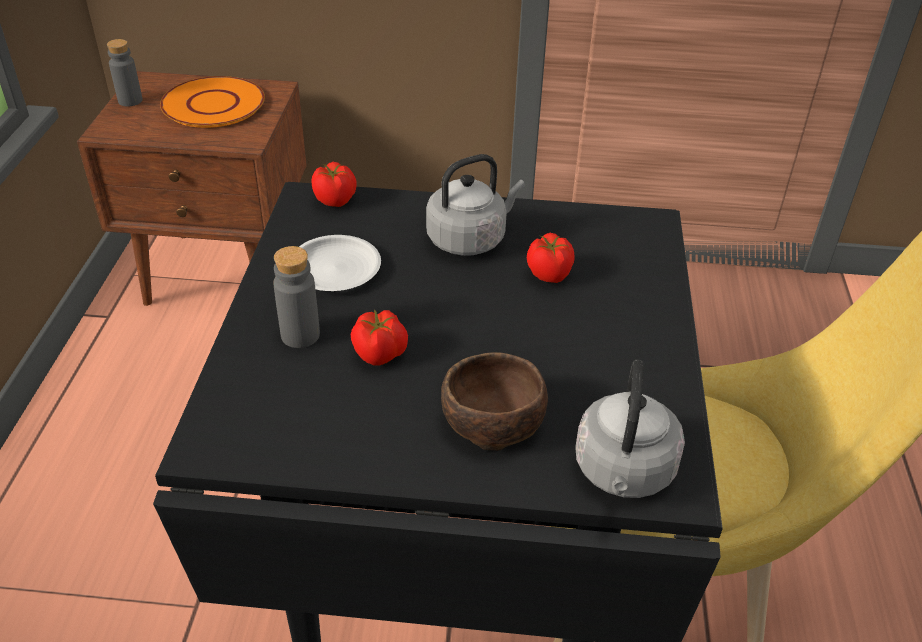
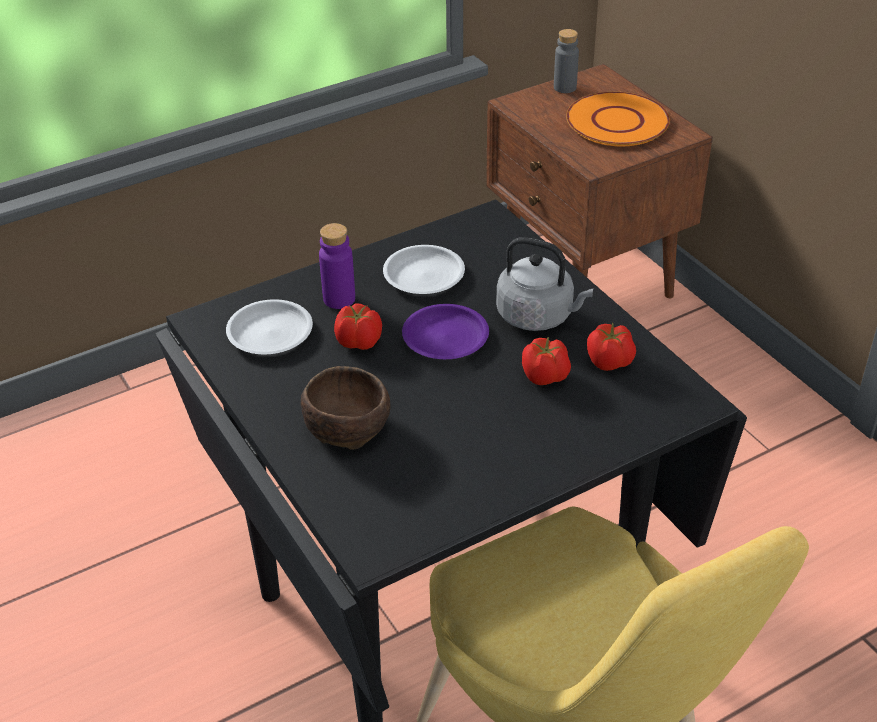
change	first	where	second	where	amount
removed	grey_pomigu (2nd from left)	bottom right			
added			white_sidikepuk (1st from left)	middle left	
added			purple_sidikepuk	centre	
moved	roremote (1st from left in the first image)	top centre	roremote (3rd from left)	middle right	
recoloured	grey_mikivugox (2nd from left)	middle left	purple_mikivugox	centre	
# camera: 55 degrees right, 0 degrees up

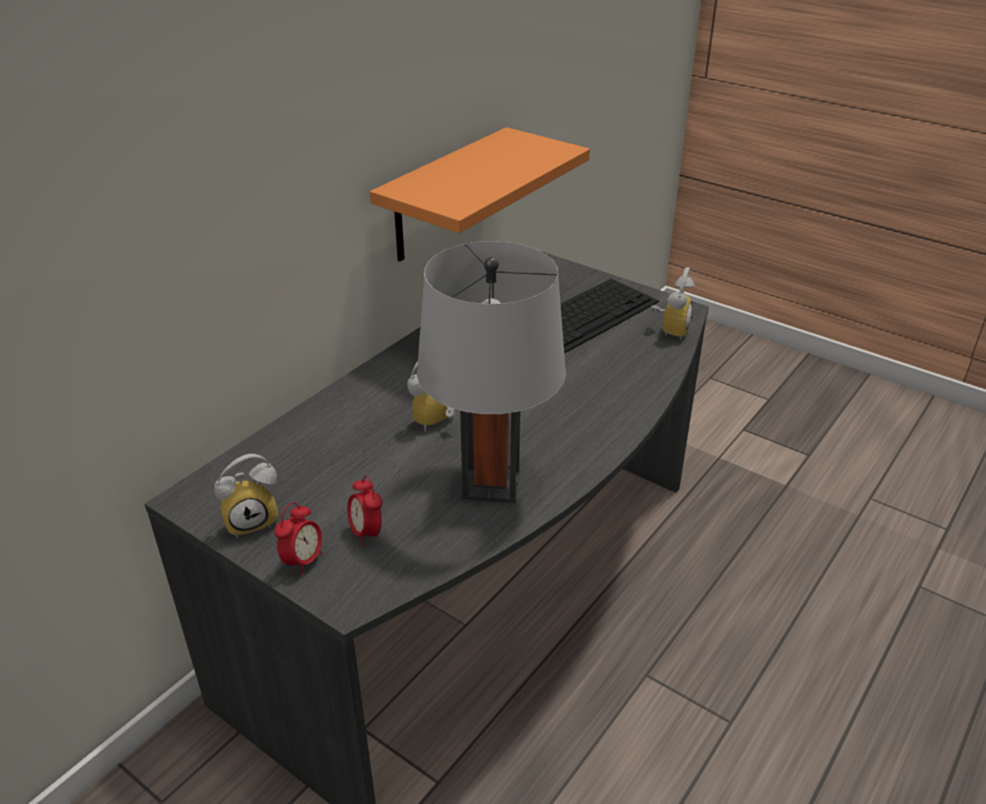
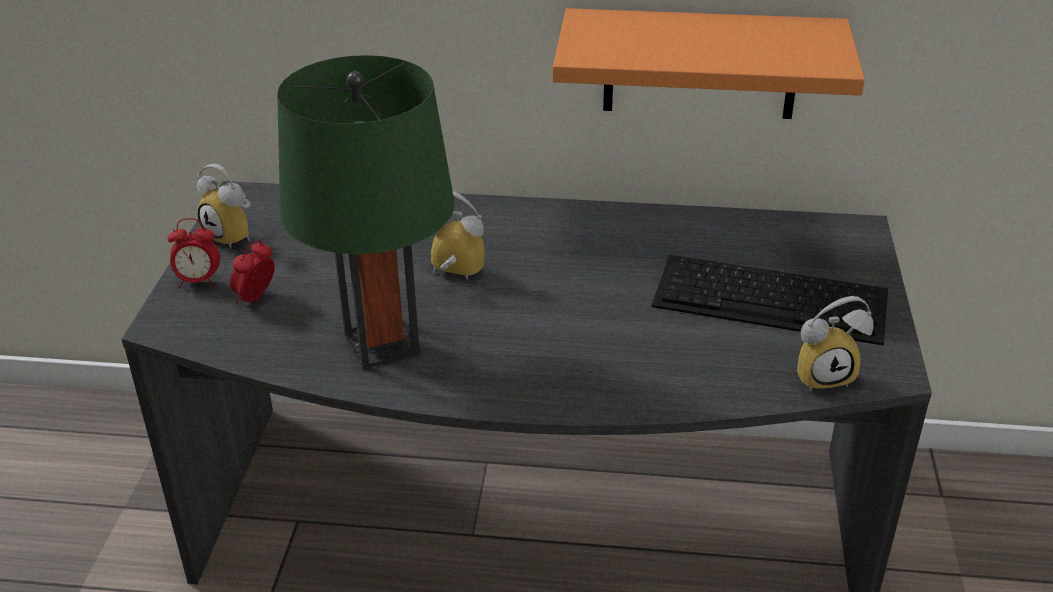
change	first	where	second	where	amount
recoloured	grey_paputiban	centre	green_paputiban	centre	
# camera: 60 degrees right, 0 degrees up

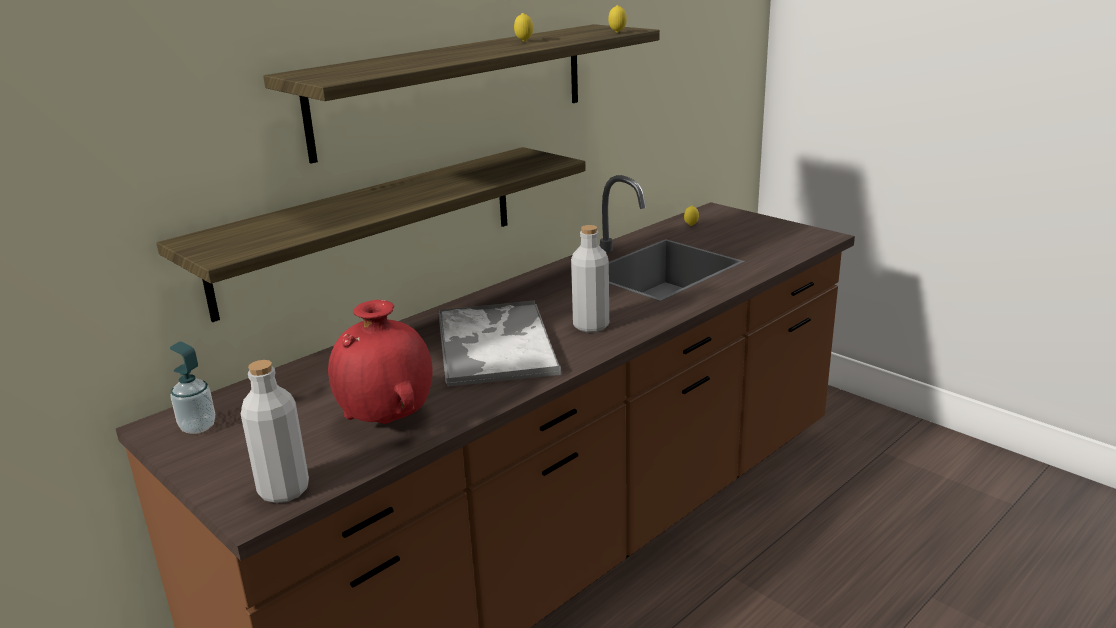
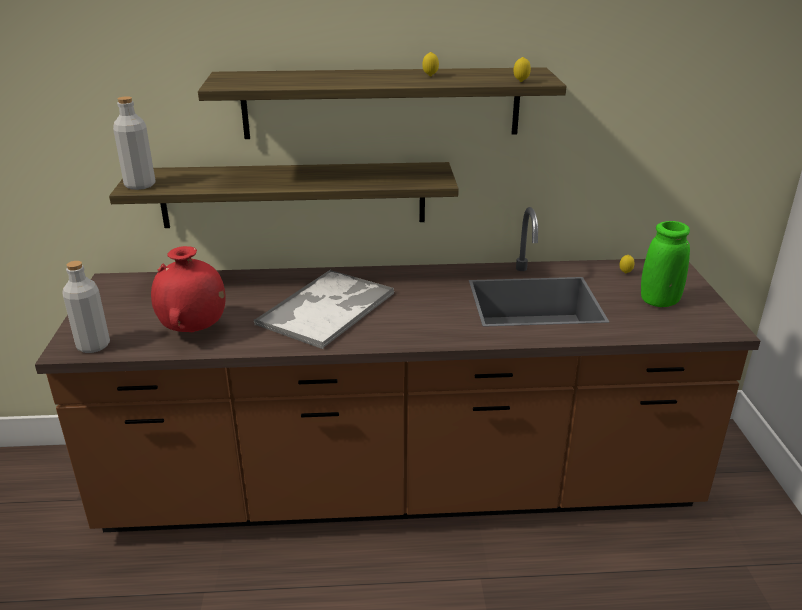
change	first	where	second	where	amount
removed	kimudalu	middle left			
added			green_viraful	middle right	
moved	grey_mikivugox (2nd from left)	centre		top left	
# camera: 40 degrees right, 5 degrees up

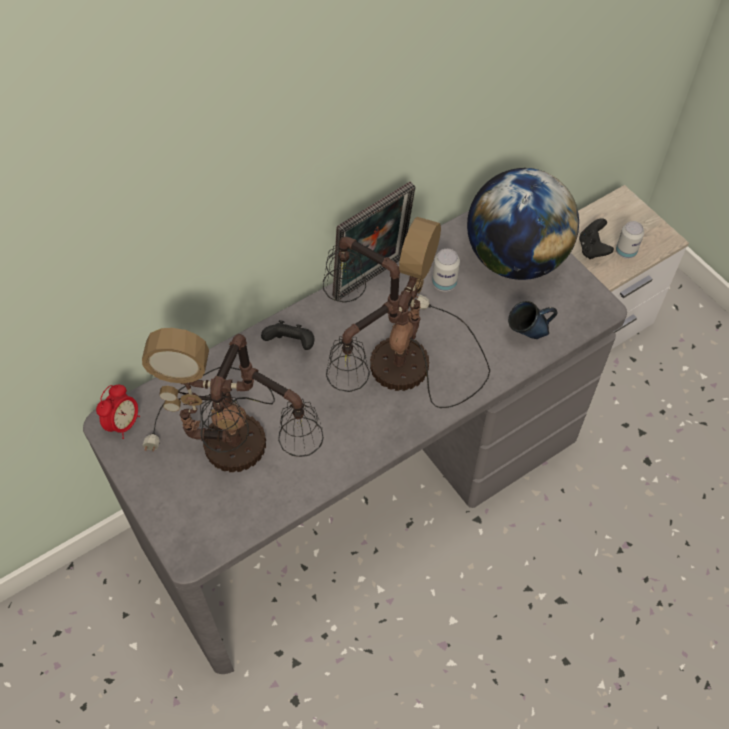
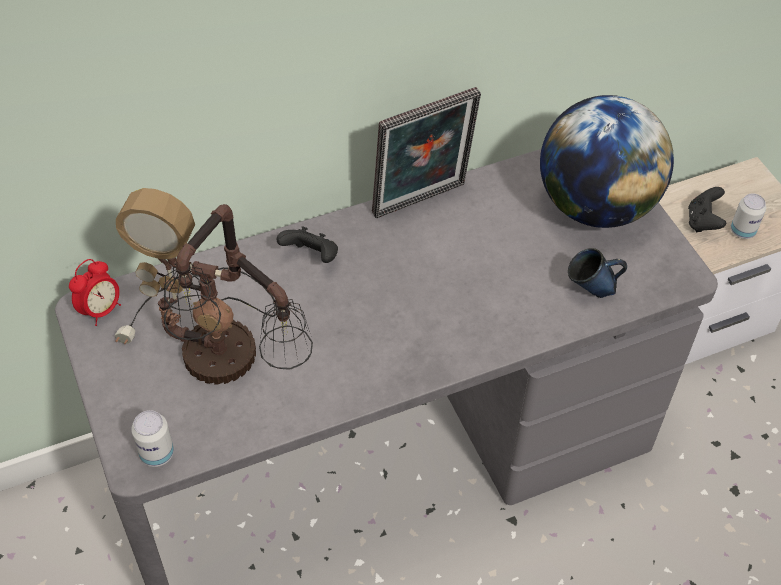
change	first	where	second	where	amount
removed	paputiban (2nd from left)	centre			
moved	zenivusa (1st from left)	centre		bottom left	
# camera: 10 degrees right, 5 degrees down

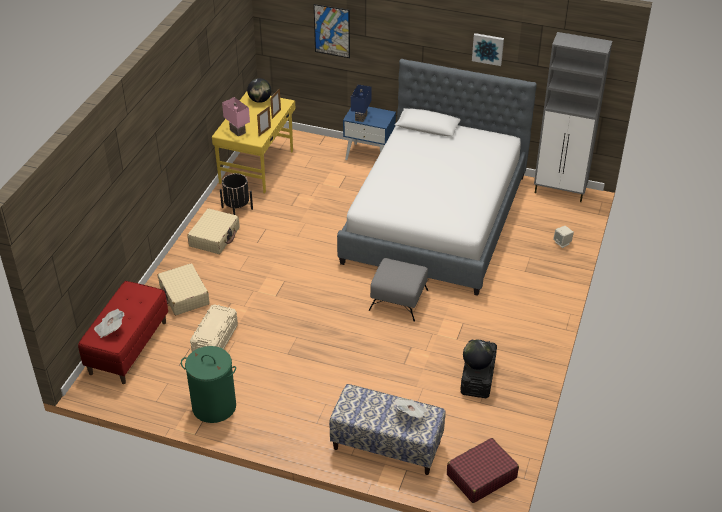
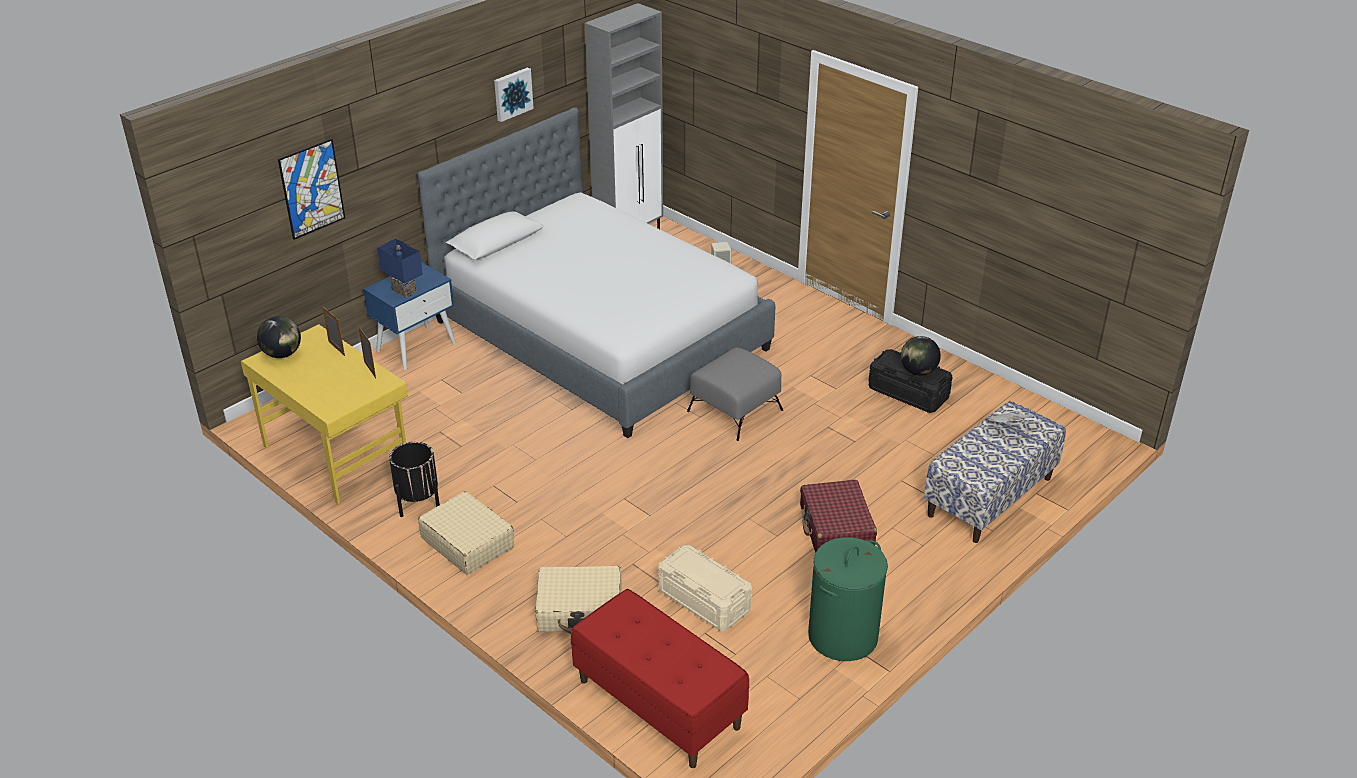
change	first	where	second	where	amount
removed	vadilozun (1st from left)	middle left			
removed	pink_paputiban	top left			
moved	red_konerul	bottom right		centre	
# camera: 65 degrees left, 5 degrees down

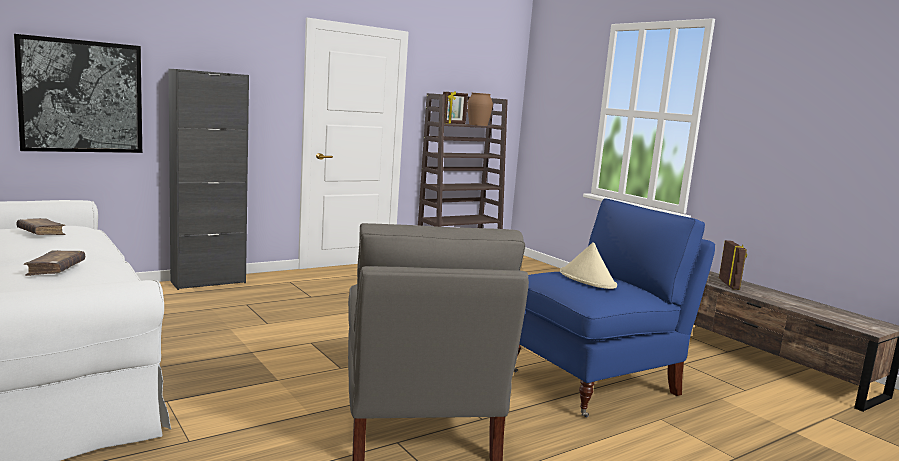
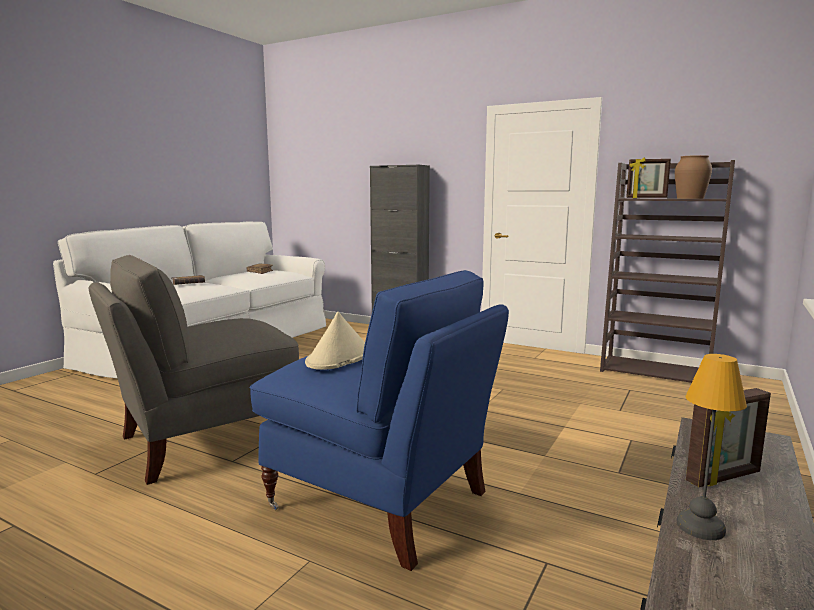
change	first	where	second	where	amount
removed	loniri	top left			
added			paputiban	bottom right	
# camera: 65 degrees right, 0 degrees up

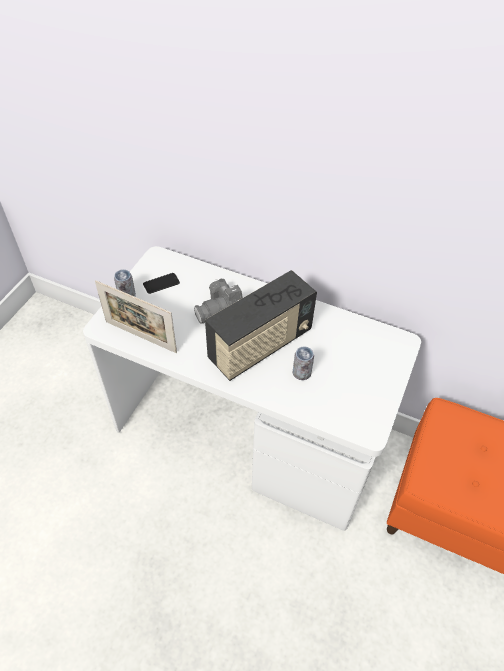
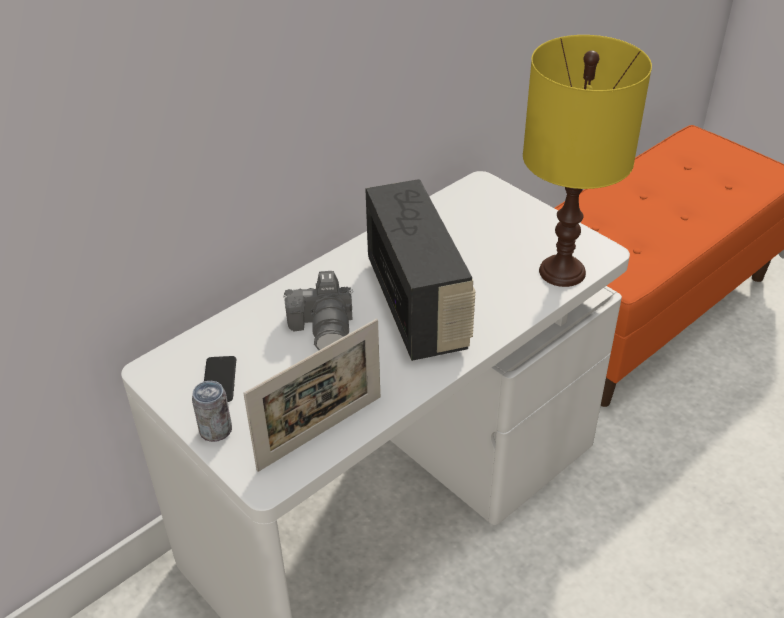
change	first	where	second	where	amount
removed	zenivusa (2nd from left)	centre			
added			yellow_paputiban	top right	
# camera: 65 degrees left, 10 degrees down

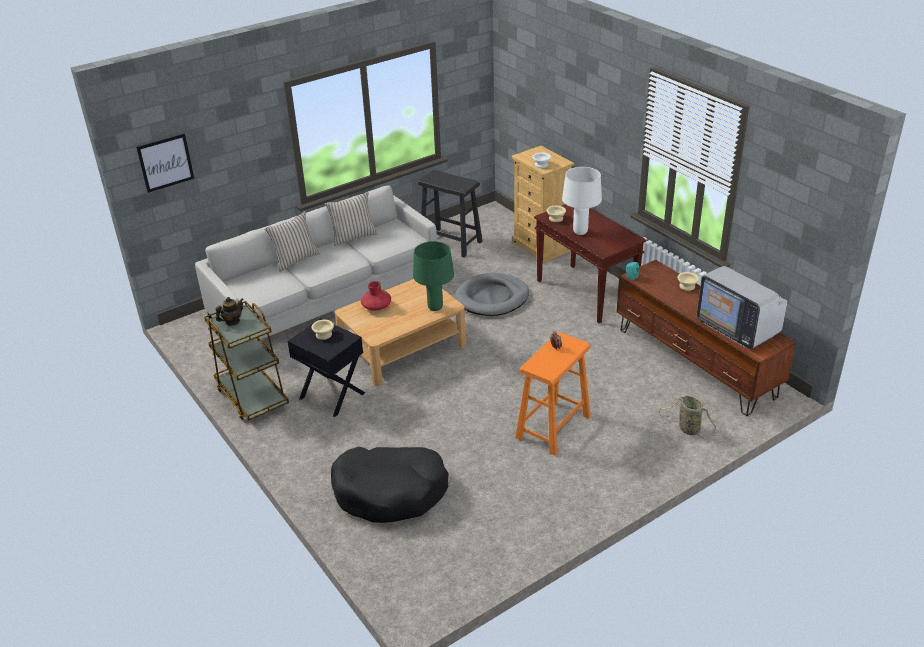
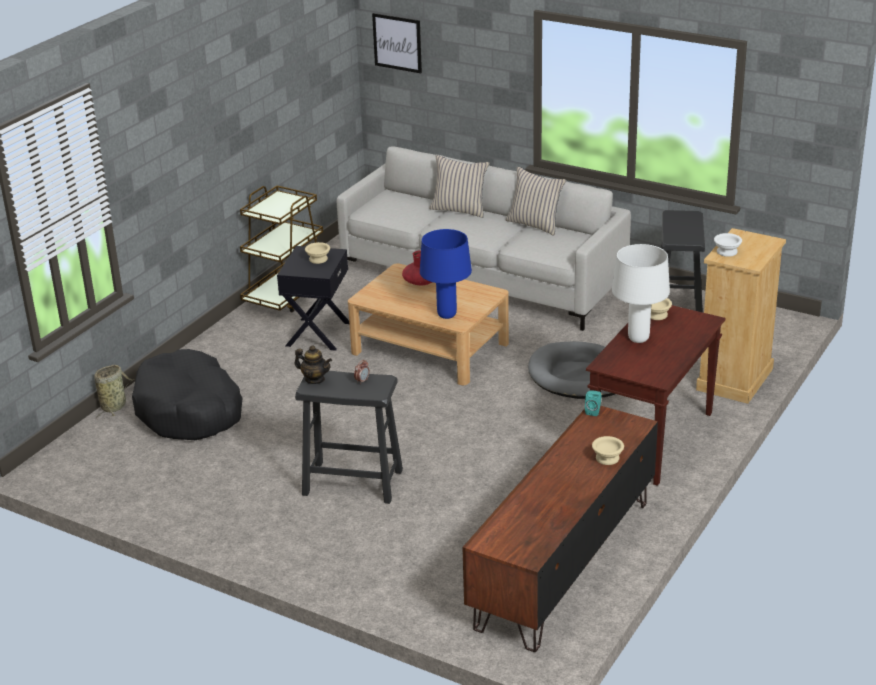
change	first	where	second	where	amount
removed	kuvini	middle right			
moved	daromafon	middle left		centre	
moved	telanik	middle right		middle left	
recoloured	green_paputiban	centre	blue_paputiban	centre	
recoloured	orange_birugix	centre	black_birugix (1st from left)	centre	
# camera: 65 degrees right, 5 degrees down

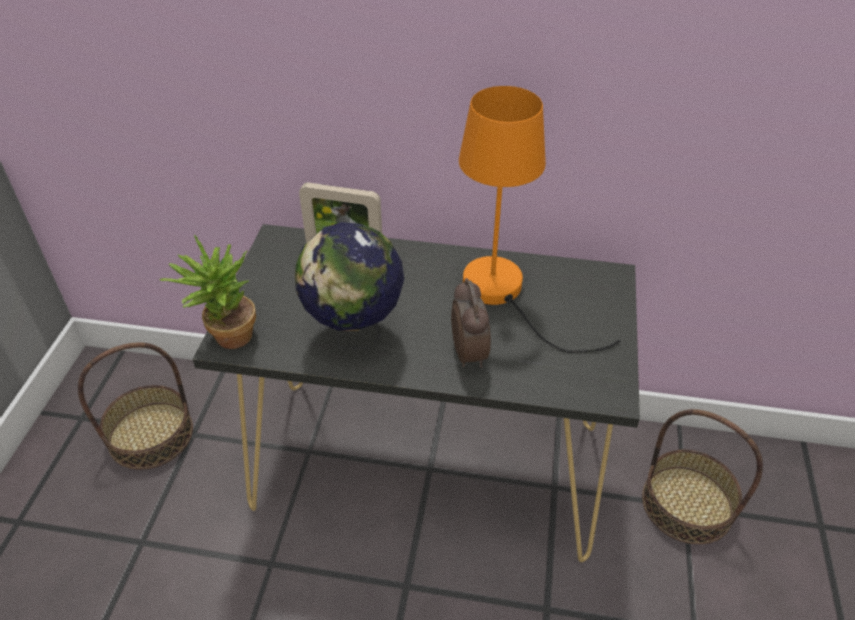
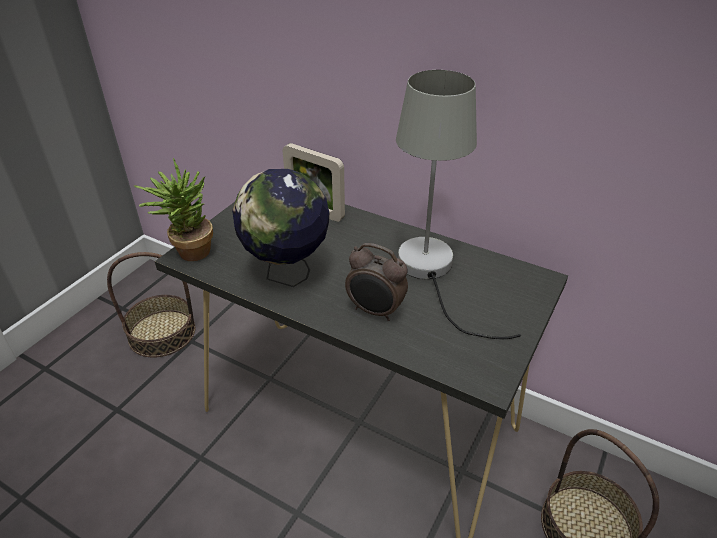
change	first	where	second	where	amount
recoloured	orange_paputiban	centre	grey_paputiban	centre	
turned	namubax	centre		centre	105 degrees clockwise
# camera: 20 degrees right, 5 degrees down

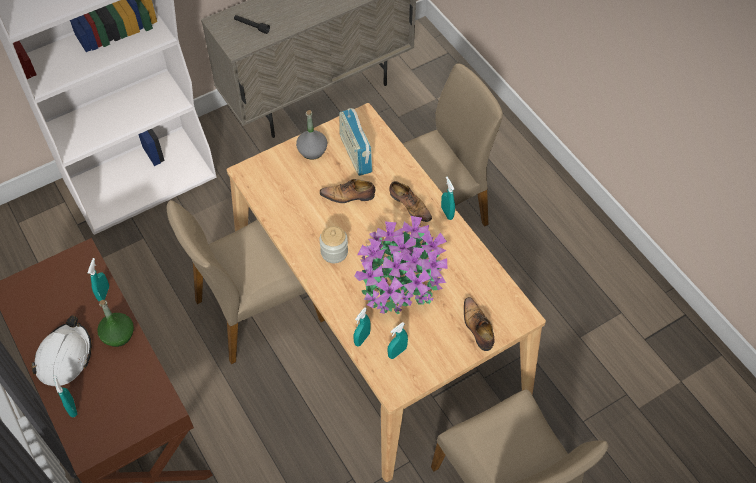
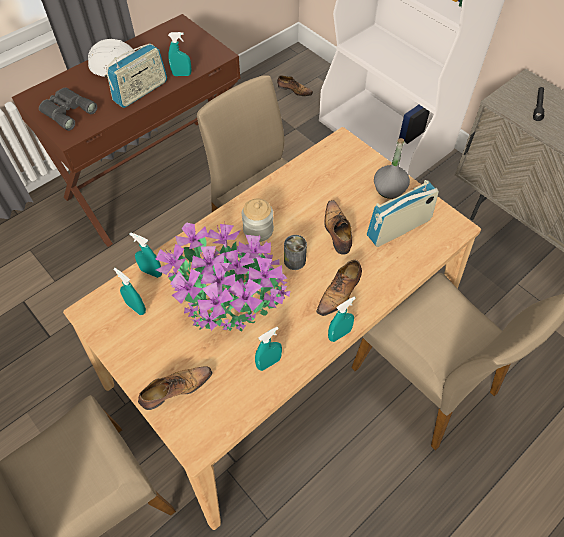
change	first	where	second	where	amount
added			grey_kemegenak	top left	
added			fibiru (2nd from left)	top centre	
added			zenivusa	centre	
moved	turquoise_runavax (1st from left in the first image)	bottom left	turquoise_runavax (4th from left)	centre	
replaced	green_mikivugox	bottom left	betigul (1st from left)	top left	
# camera: 80 degrees right, 0 degrees up

